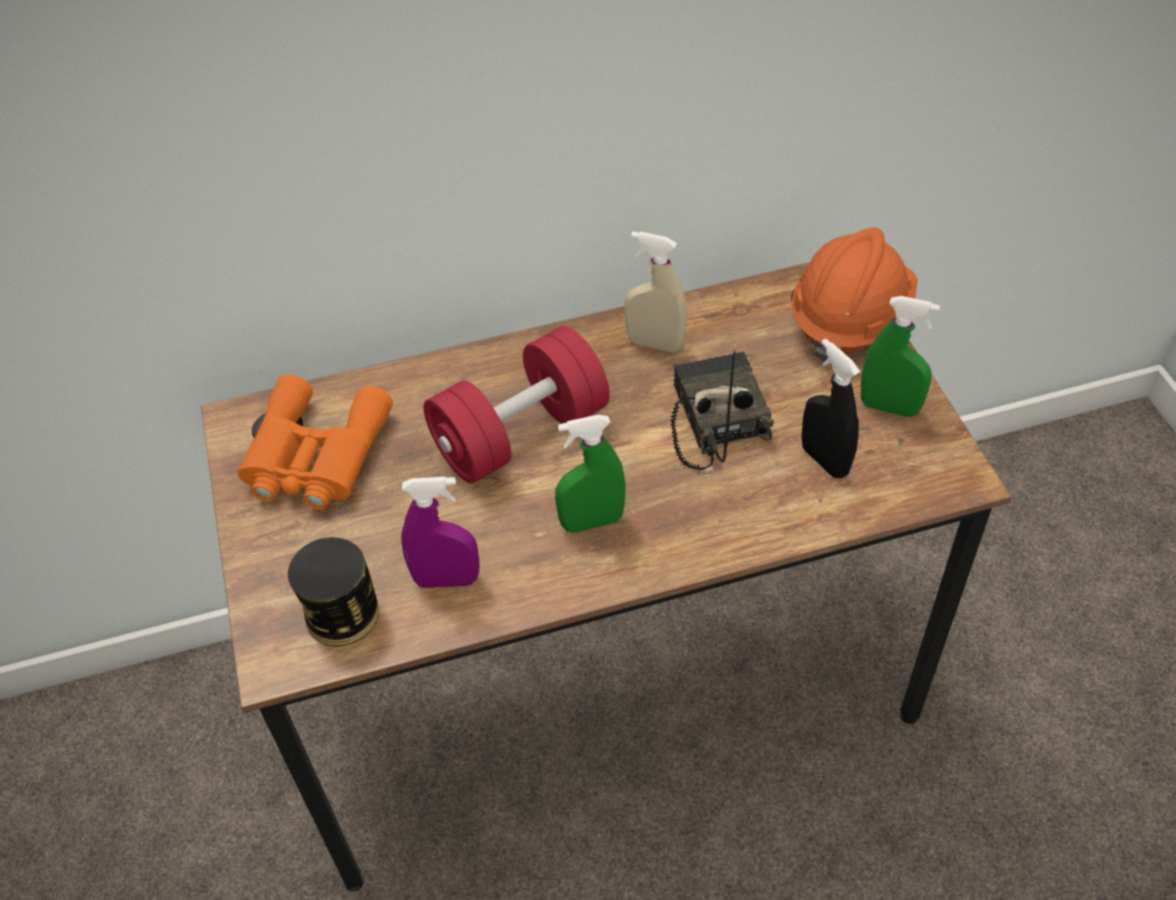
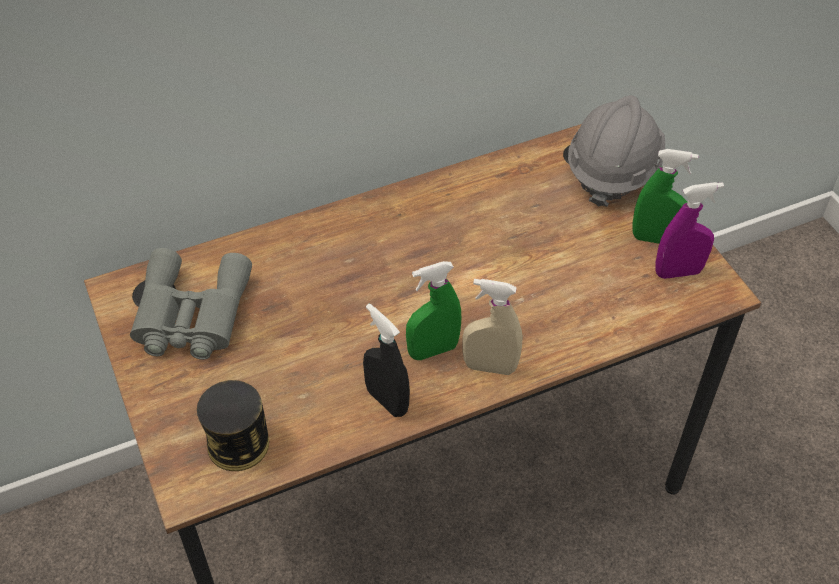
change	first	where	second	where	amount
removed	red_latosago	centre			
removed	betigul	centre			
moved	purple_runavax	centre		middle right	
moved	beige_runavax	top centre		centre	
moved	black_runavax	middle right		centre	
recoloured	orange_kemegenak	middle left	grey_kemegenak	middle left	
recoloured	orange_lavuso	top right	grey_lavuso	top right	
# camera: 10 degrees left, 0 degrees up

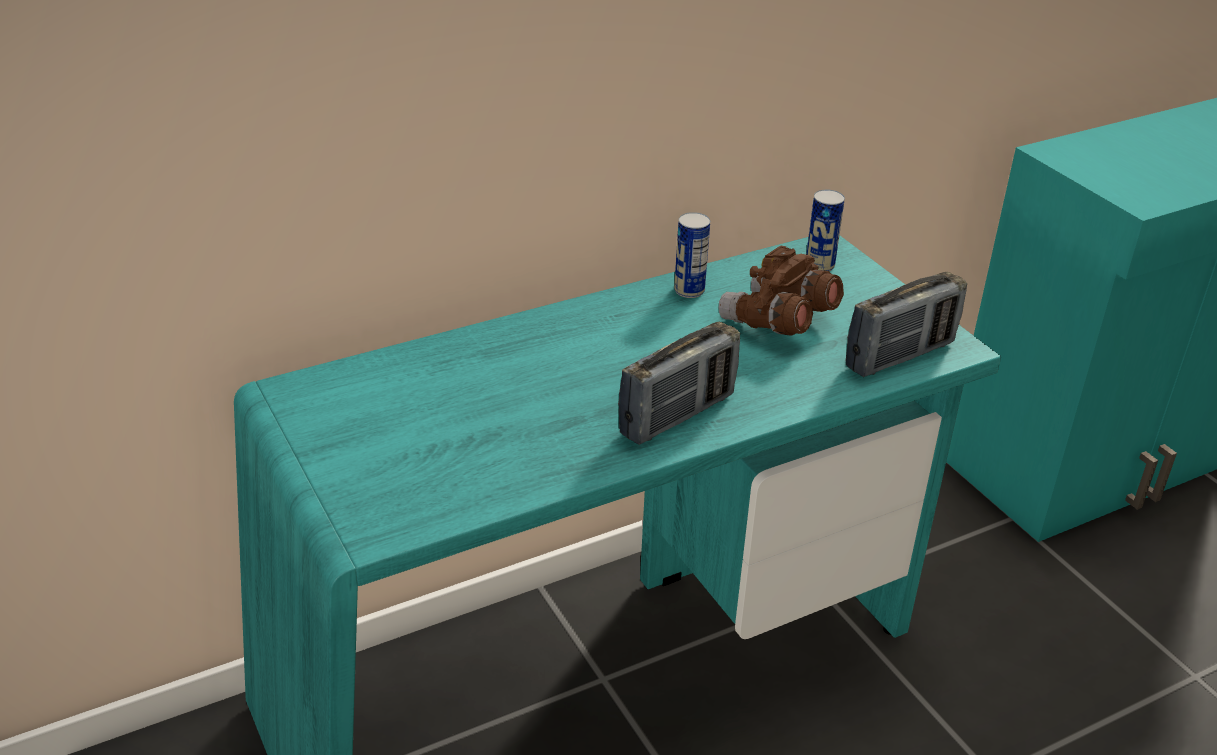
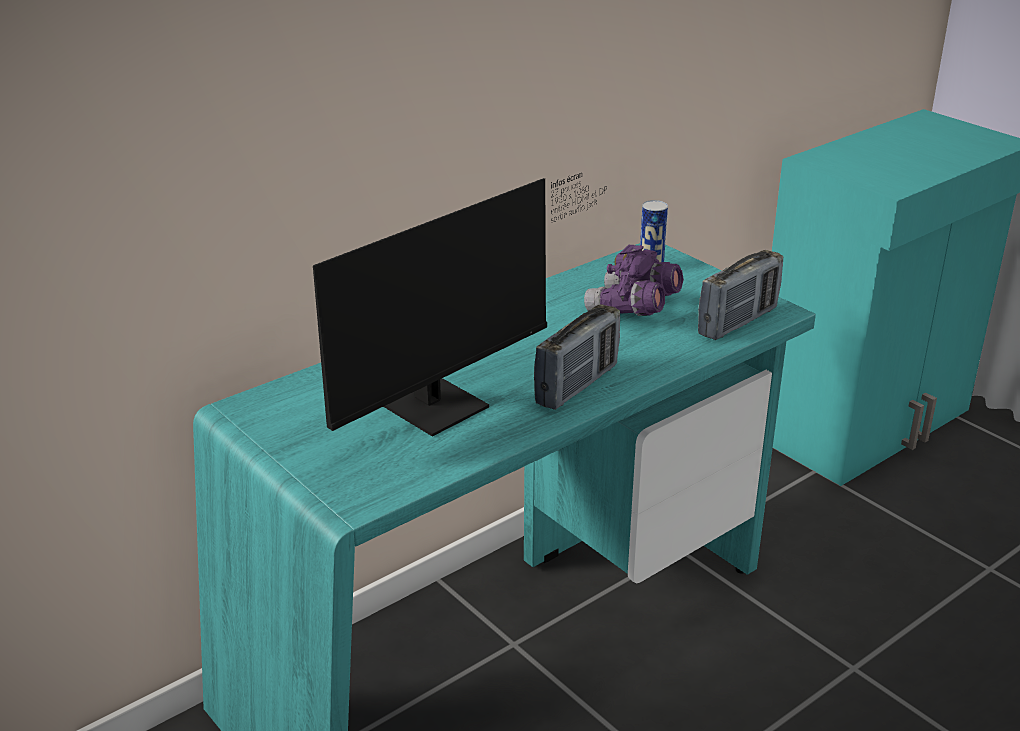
change	first	where	second	where	amount
removed	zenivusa (1st from left)	centre			
added			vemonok	centre	
recoloured	brown_kemegenak	centre	purple_kemegenak	centre	
# camera: 10 degrees left, 5 degrees down

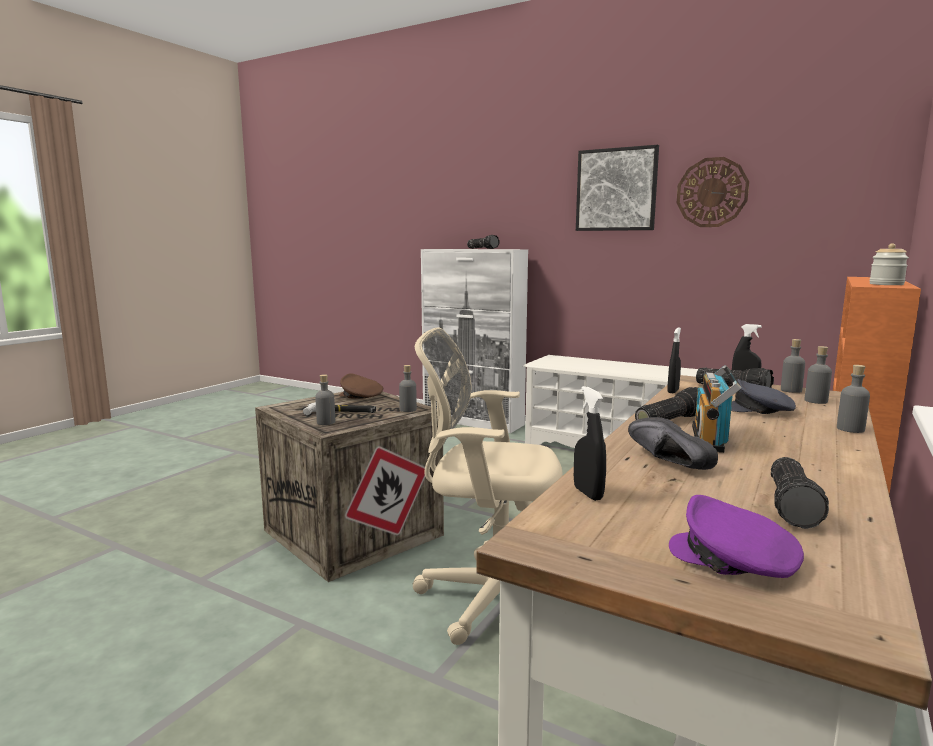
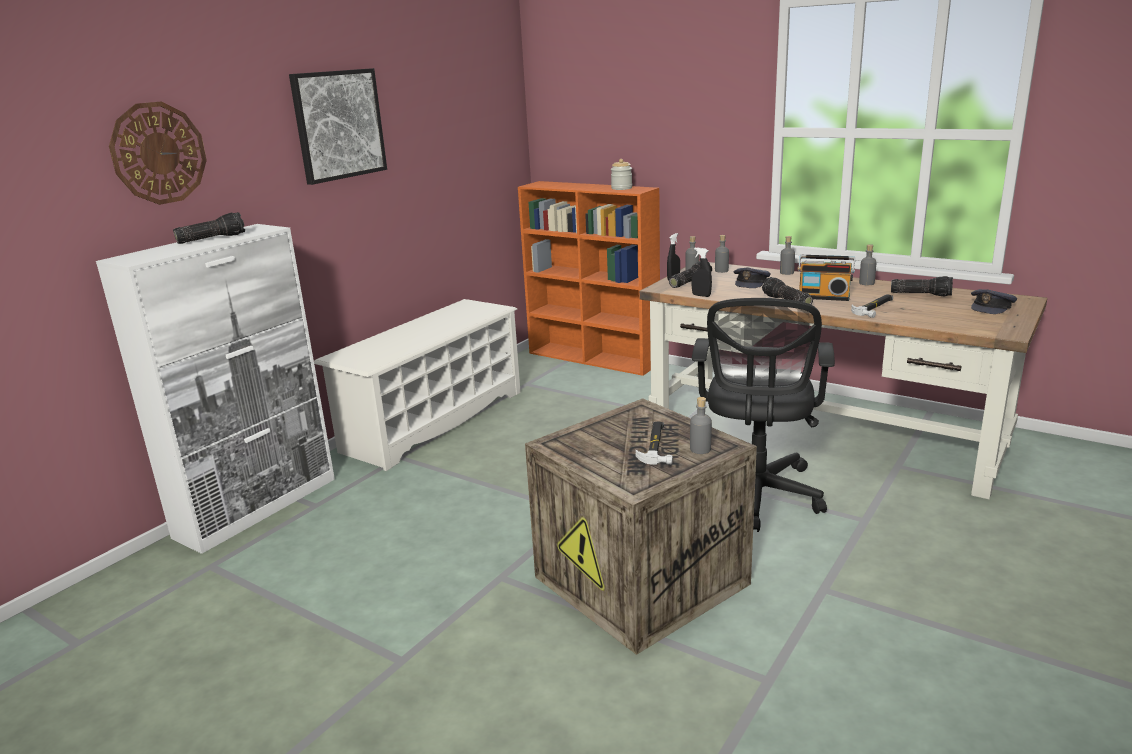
change	first	where	second	where	amount
removed	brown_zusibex	centre			
removed	black_runavax (1st from left)	centre			
moved	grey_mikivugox (2nd from left in the first image)	centre	grey_mikivugox (5th from left)	middle right	
moved	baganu	top right		top left	
replaced	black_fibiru	middle right	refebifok (2nd from left)	middle right	
recoloured	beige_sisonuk	centre	black_sisonuk	middle right	
recoloured	purple_zusibex	bottom right	grey_zusibex (2nd from left)	middle right	
# camera: 85 degrees left, 10 degrees up

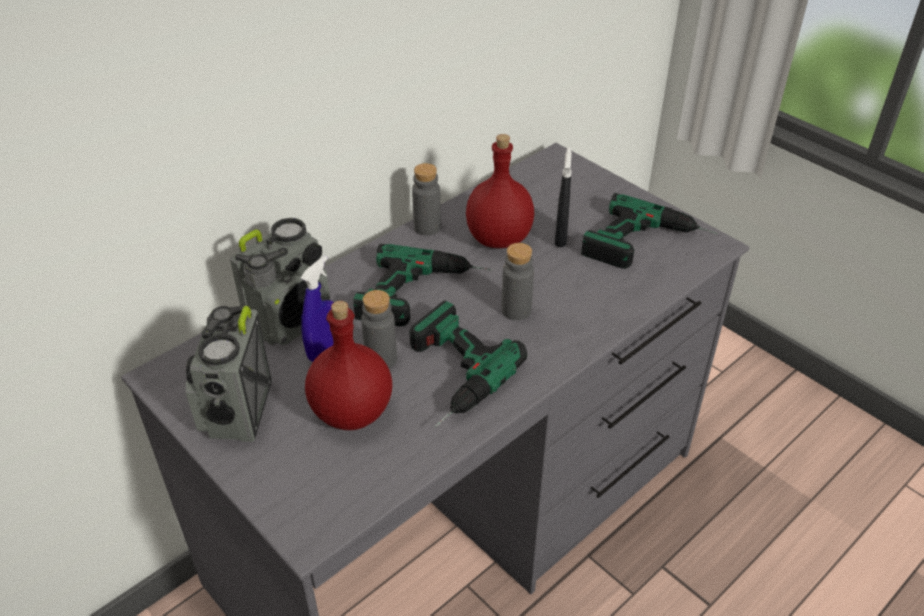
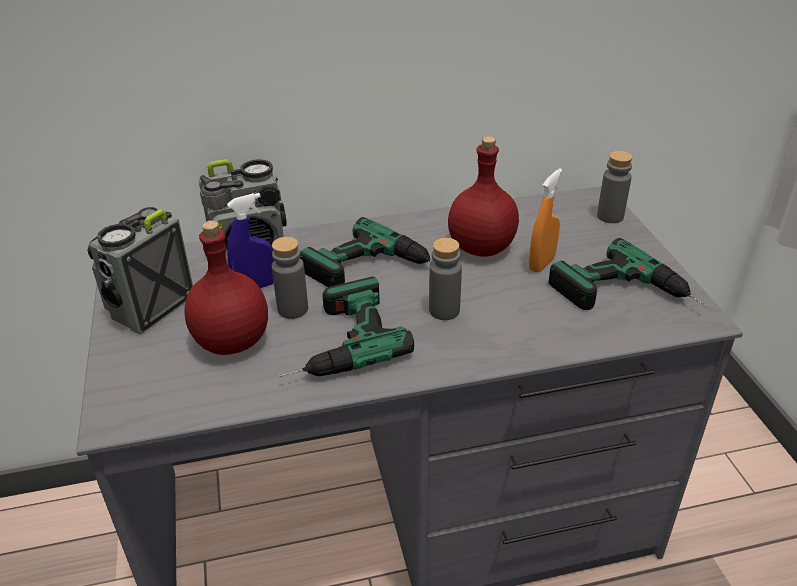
change	first	where	second	where	amount
moved	grey_mikivugox (2nd from left in the first image)	top centre	grey_mikivugox (3rd from left)	top right	
recoloured	black_runavax	top centre	orange_runavax	middle right	
# camera: 30 degrees right, 5 degrees down

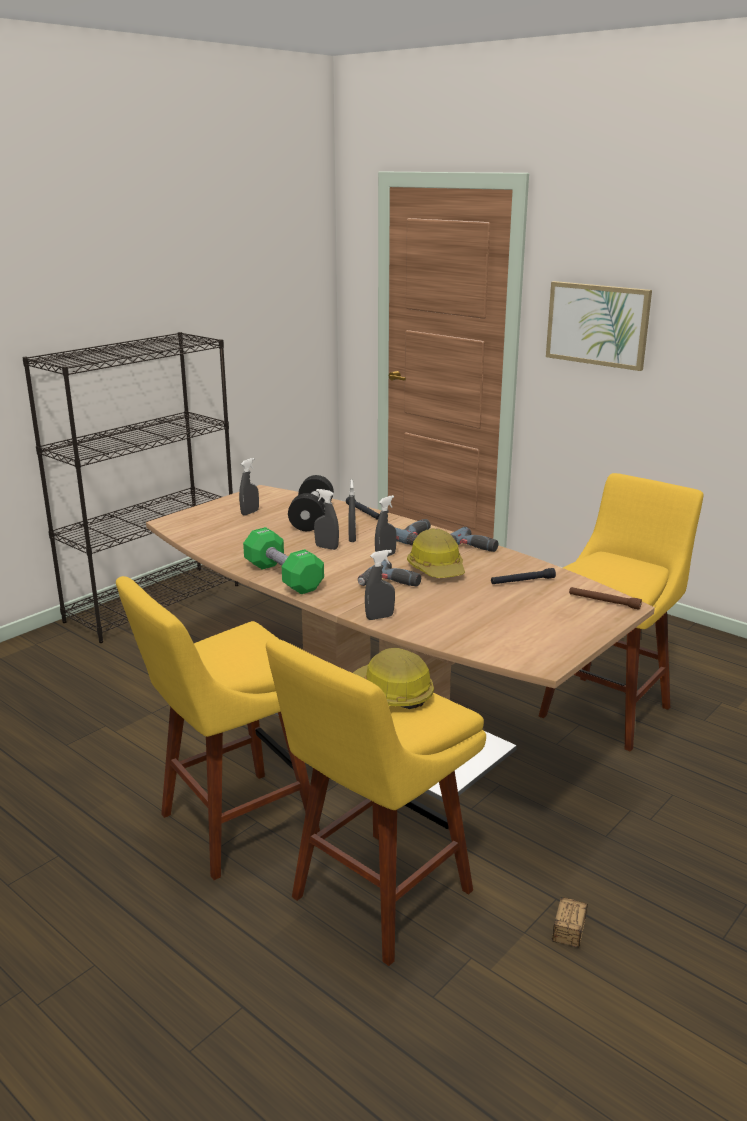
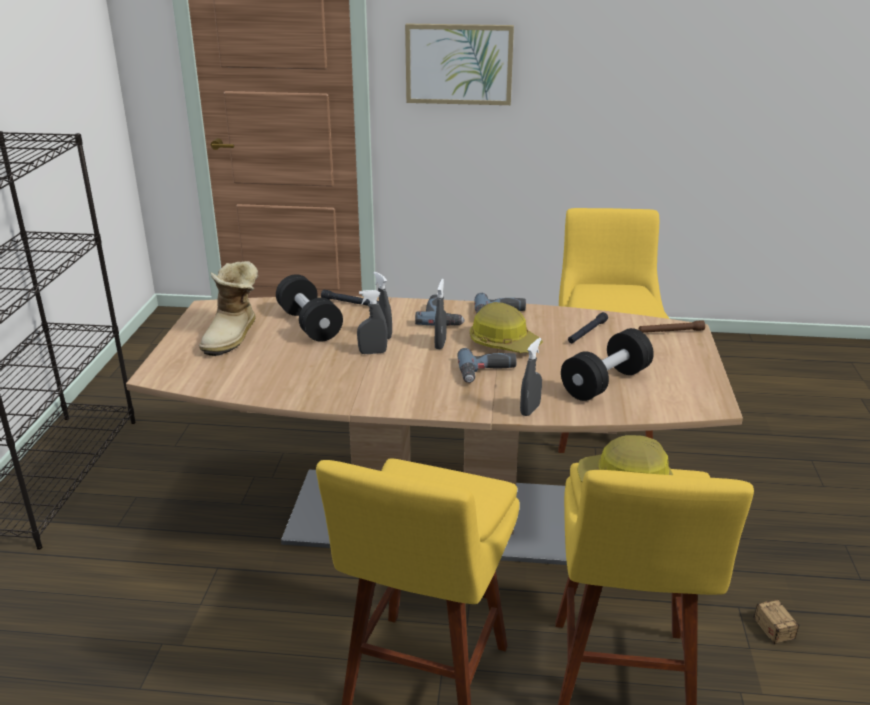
change	first	where	second	where	amount
removed	green_latosago	centre			
added			black_latosago (2nd from left)	middle right	
replaced	grey_runavax (1st from left)	centre	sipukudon	middle left	
# camera: 35 degrees left, 5 degrees up

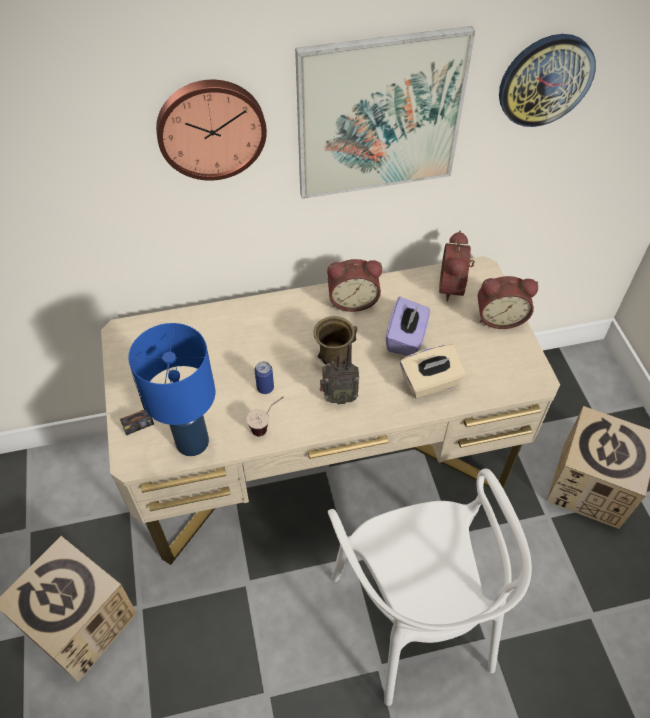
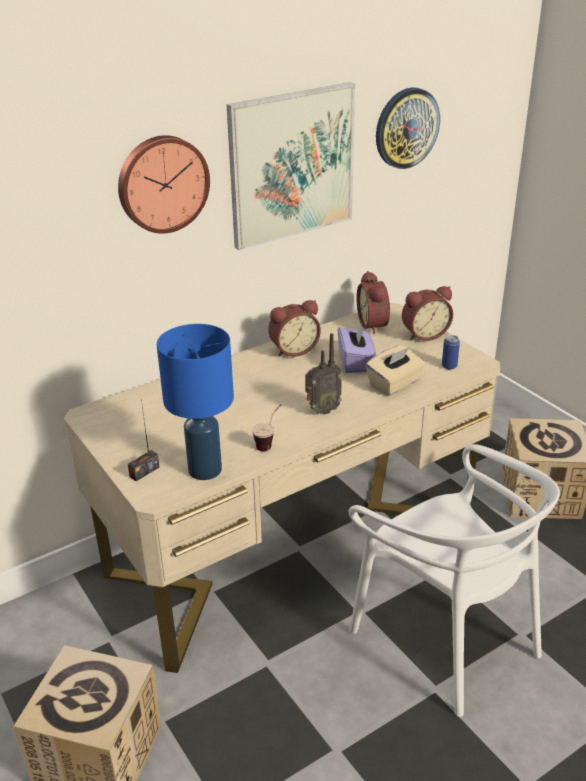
change	first	where	second	where	amount
removed	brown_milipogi	centre			
moved	zenivusa	centre		middle right	
# camera: 20 degrees left, 20 degrees down

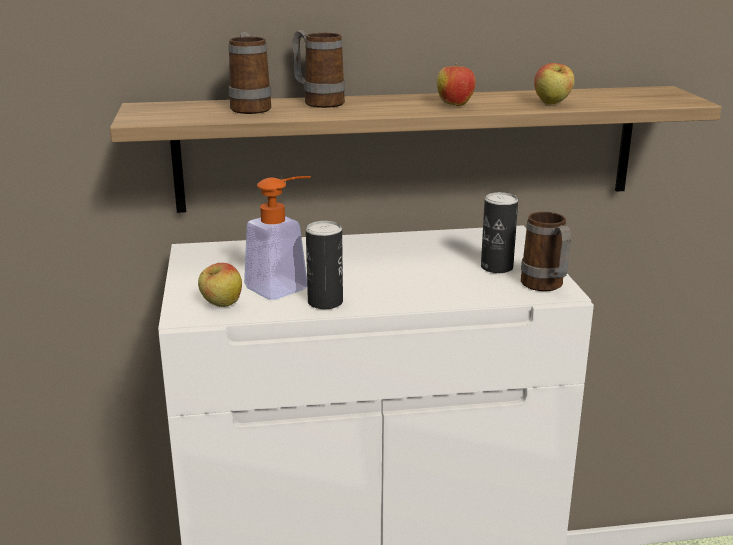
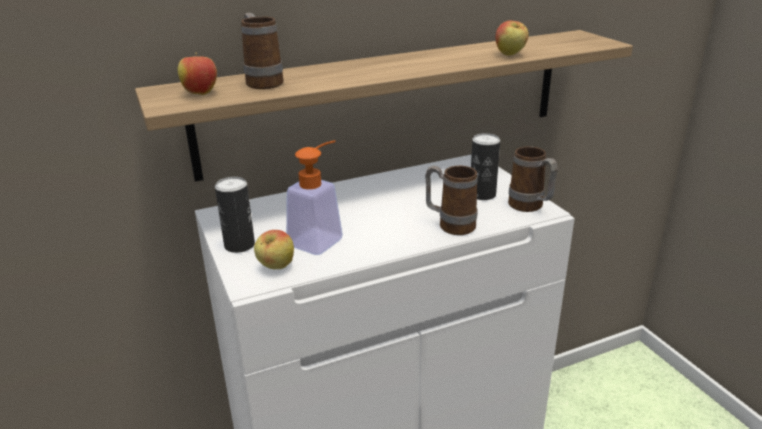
change	first	where	second	where	amount
moved	milipogi (2nd from left)	top centre		centre	
moved	zenivusa (1st from left)	centre		middle left	
moved	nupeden (2nd from left in the first image)	top centre	nupeden (1st from left)	top left	
# camera: 15 degrees left, 5 degrees up

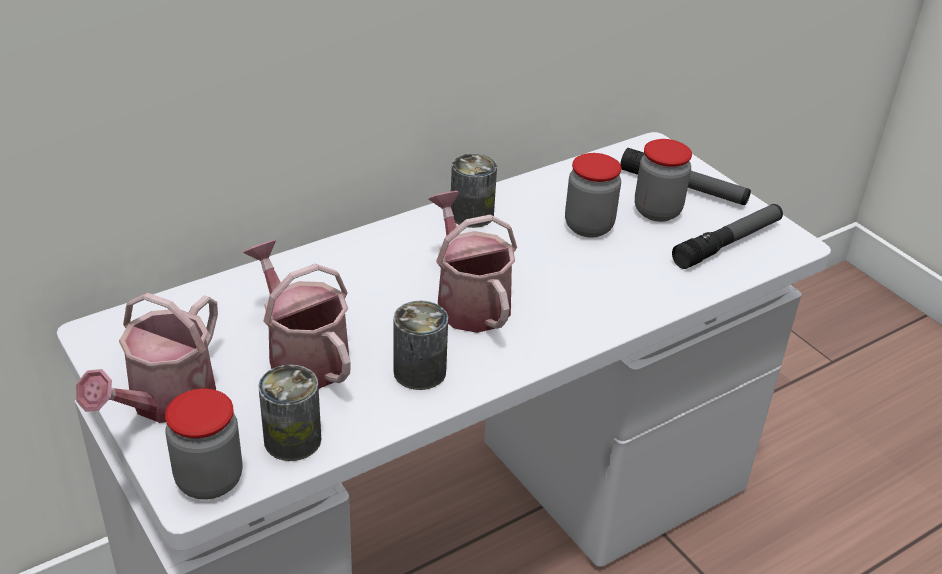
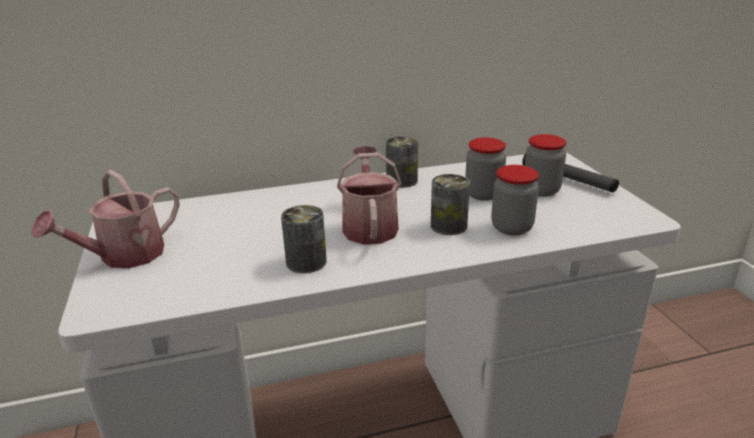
change	first	where	second	where	amount
removed	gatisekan (2nd from left)	middle left			
removed	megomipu (2nd from left)	middle right			
moved	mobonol (1st from left in the first image)	bottom left	mobonol (2nd from left)	middle right	
moved	zenivusa (1st from left in the first image)	bottom left	zenivusa (3rd from left)	centre	
# camera: 20 degrees right, 10 degrees down

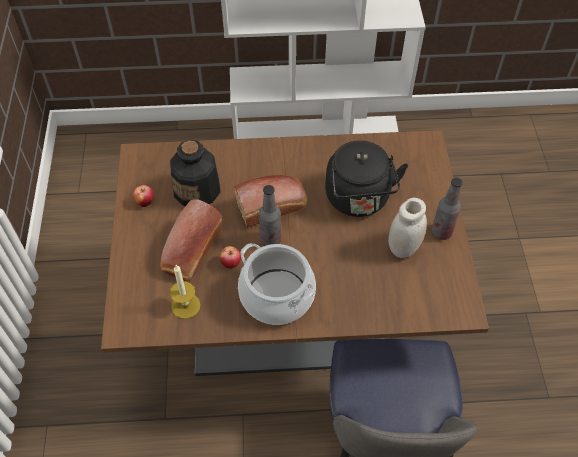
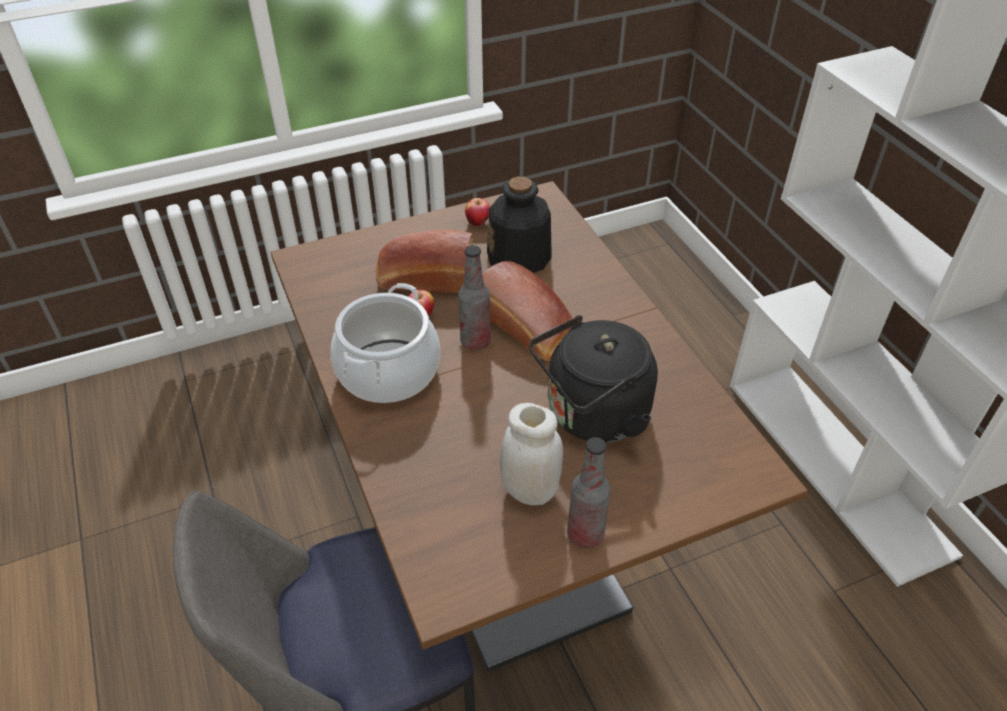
change	first	where	second	where	amount
removed	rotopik	middle left			
# camera: 70 degrees right, 10 degrees down

